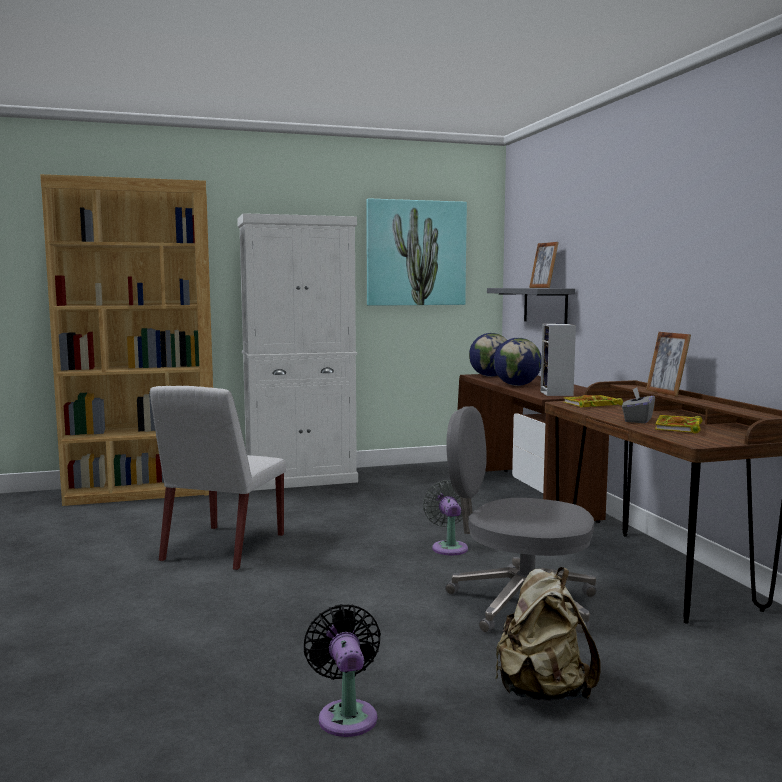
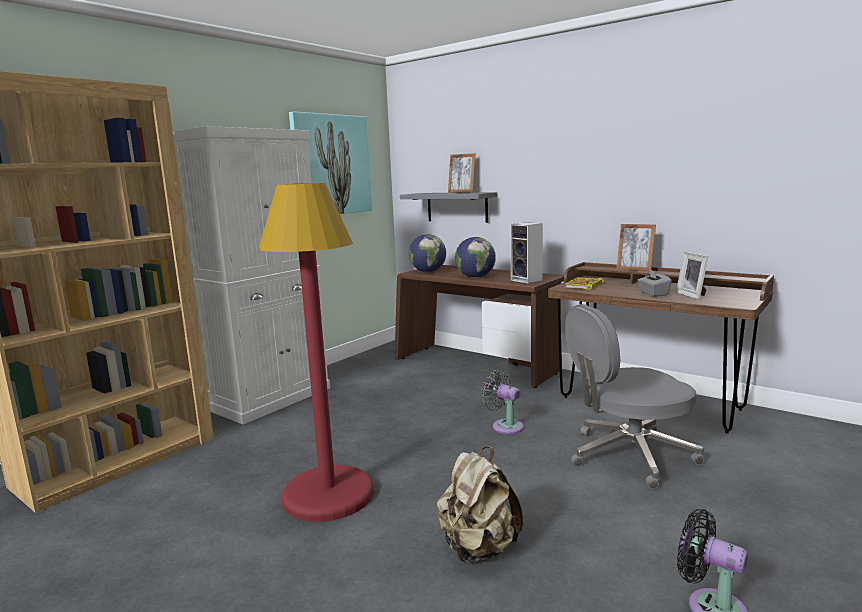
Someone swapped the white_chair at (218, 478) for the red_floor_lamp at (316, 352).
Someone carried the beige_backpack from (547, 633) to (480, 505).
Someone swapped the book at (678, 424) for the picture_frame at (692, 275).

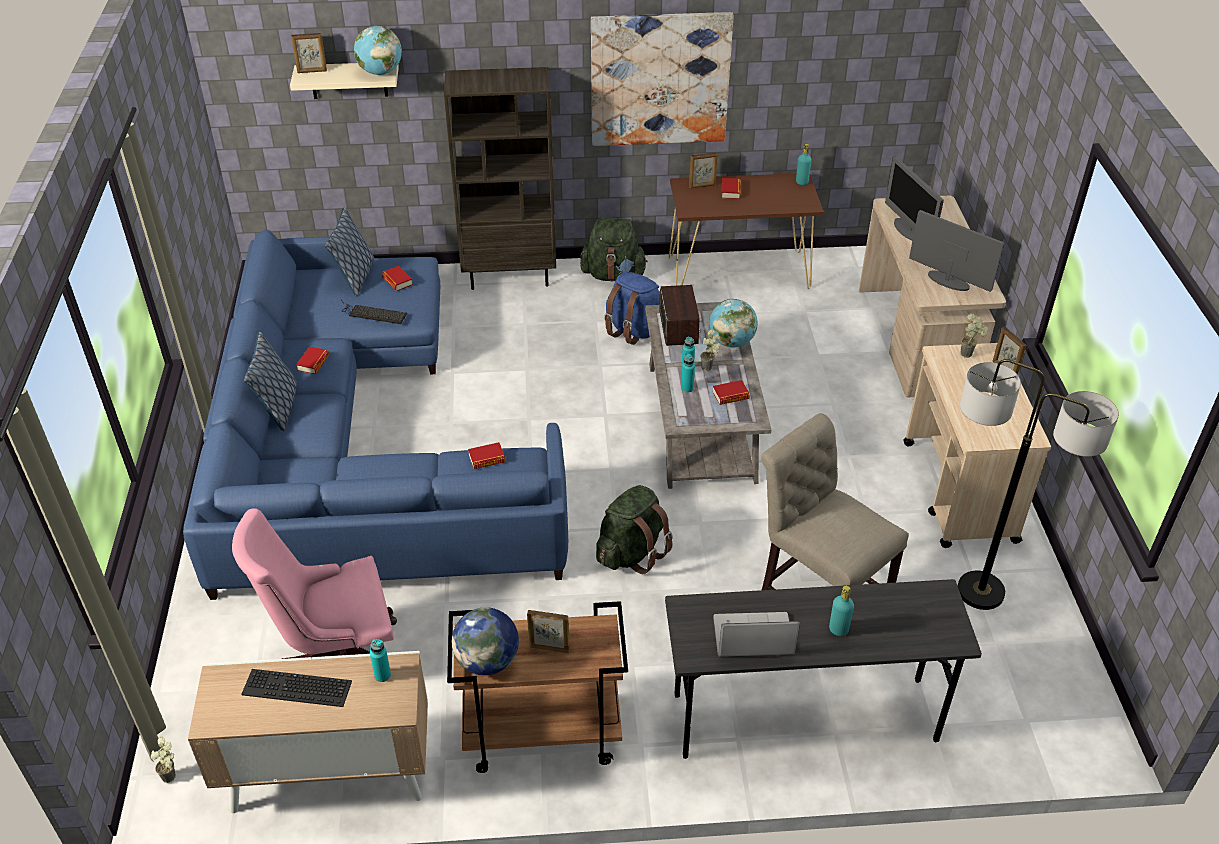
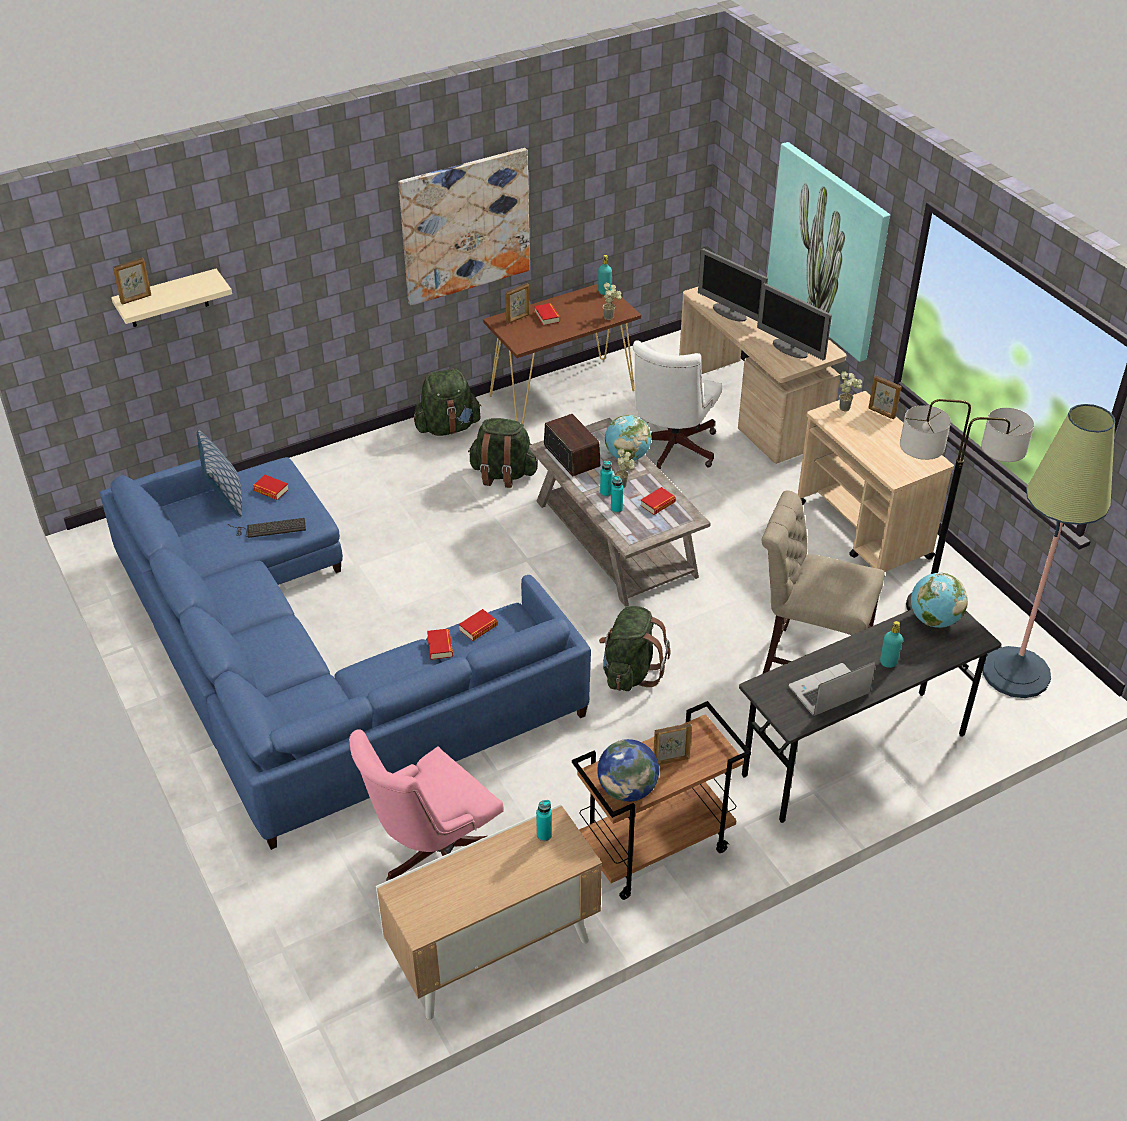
Someone carried the book from (312, 360) to (440, 644).
Someone repainted the blue_backpack at (632, 308), which became the green_backpack at (503, 453).
Someone carried the potted_plant from (163, 760) to (612, 301).
Someone put down the white_office_chair at (677, 404).
Someone rotated the monitor at (956, 251) by 150 degrees counterclockwise.
Someone put up the picture at (828, 252).
Someone carried the globe from (378, 50) to (939, 600).
Someone put down the floor_lamp at (1048, 551).
Someone took away the keyboard at (296, 688).
Someone took away the pillow at (270, 381).
Someone took away the brown_bookcase at (500, 178).

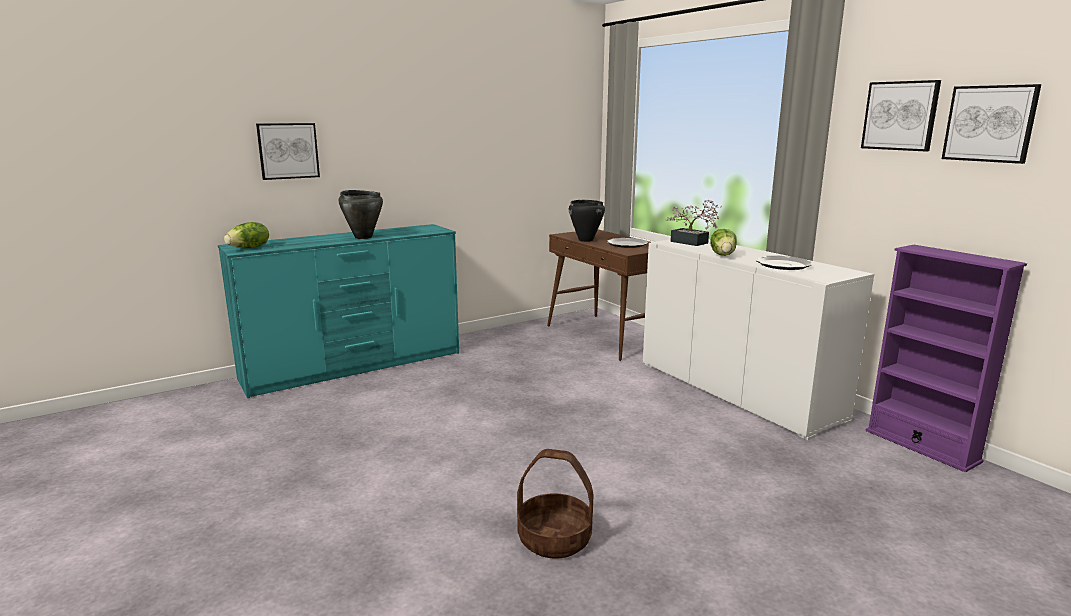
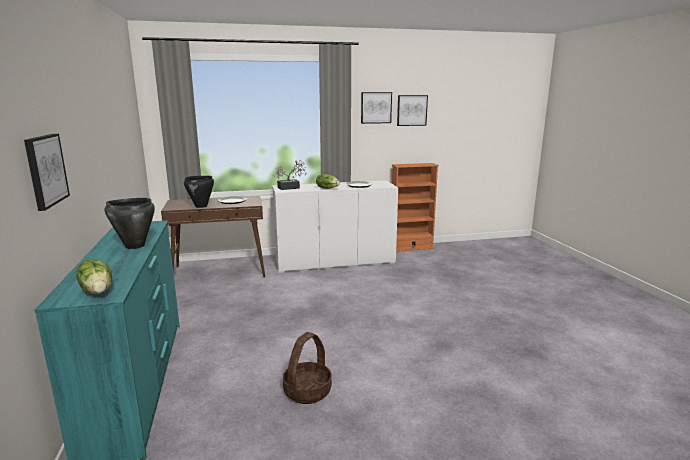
Someone carried the basket from (555, 504) to (307, 368).
Someone repainted the purple_bookcase at (946, 358), which became the orange_bookcase at (415, 207).

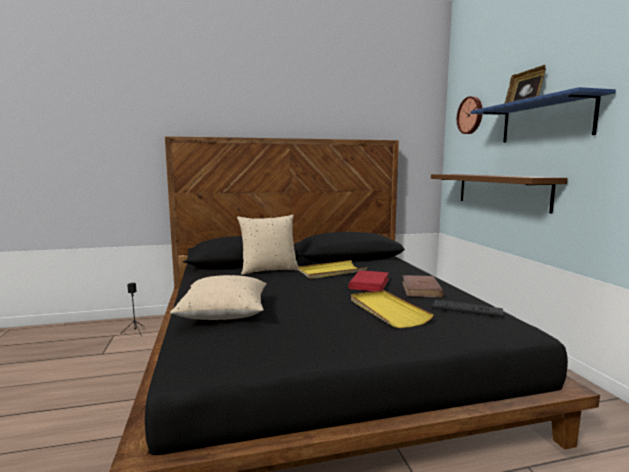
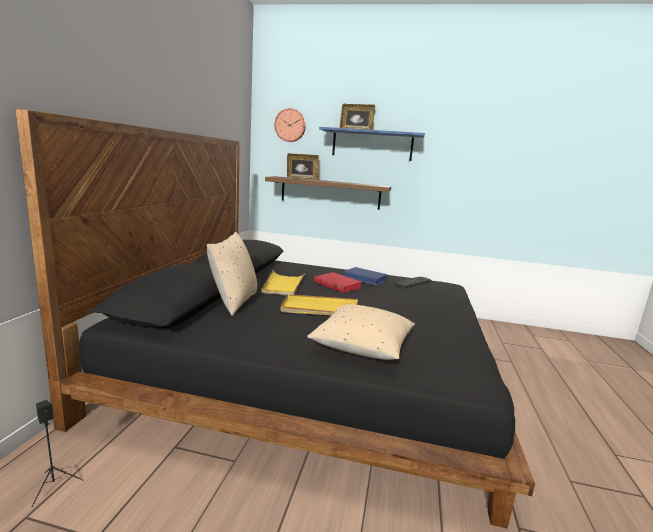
Someone carried the yellow_tray from (392, 309) to (319, 304).
Someone put down the picture_frame at (303, 166).
Someone repainted the brown_book at (423, 286), which became the blue_book at (365, 276).

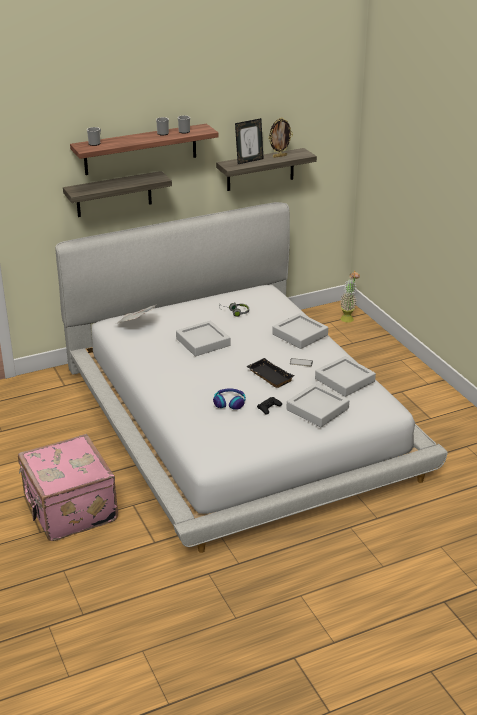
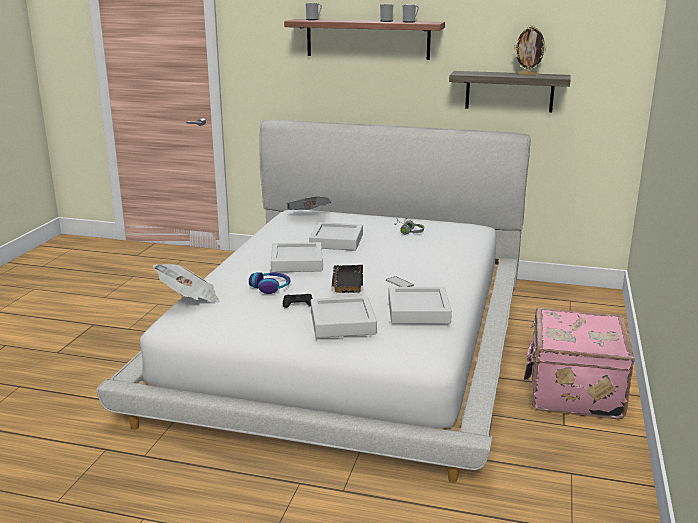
Someone put down the newspaper at (186, 283).
Someone carried the grey_tray from (300, 331) to (297, 257).
Someone carried the pink_suitcase from (68, 487) to (579, 363).
Someone took away the shelf at (117, 194).
Someone took away the picture_frame at (249, 141).
Someone took away the potted_plant at (350, 296).

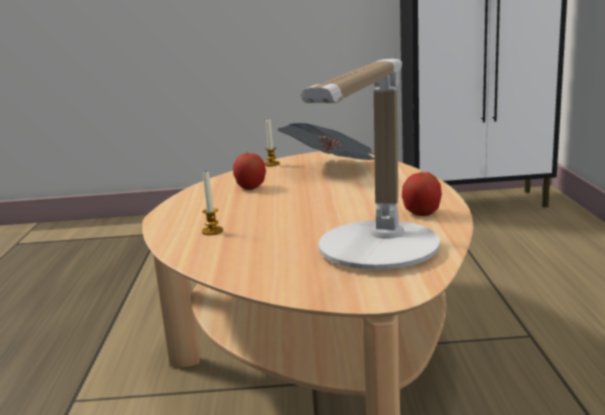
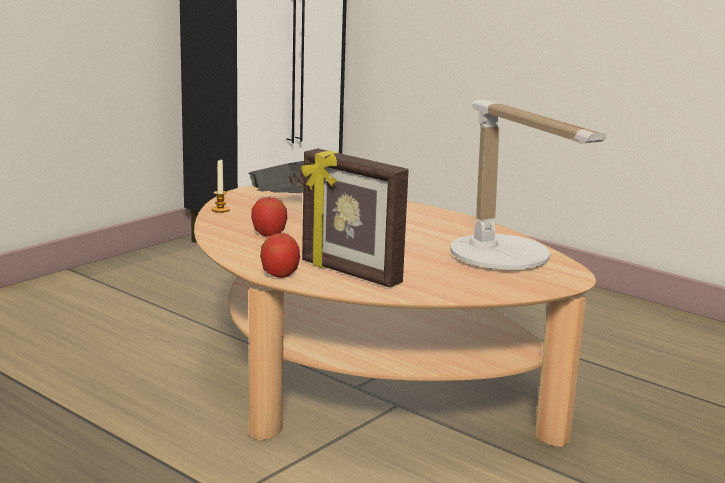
Someone carried the apple from (422, 194) to (280, 255).
Someone swapped the candle at (212, 202) for the picture_frame at (355, 218).

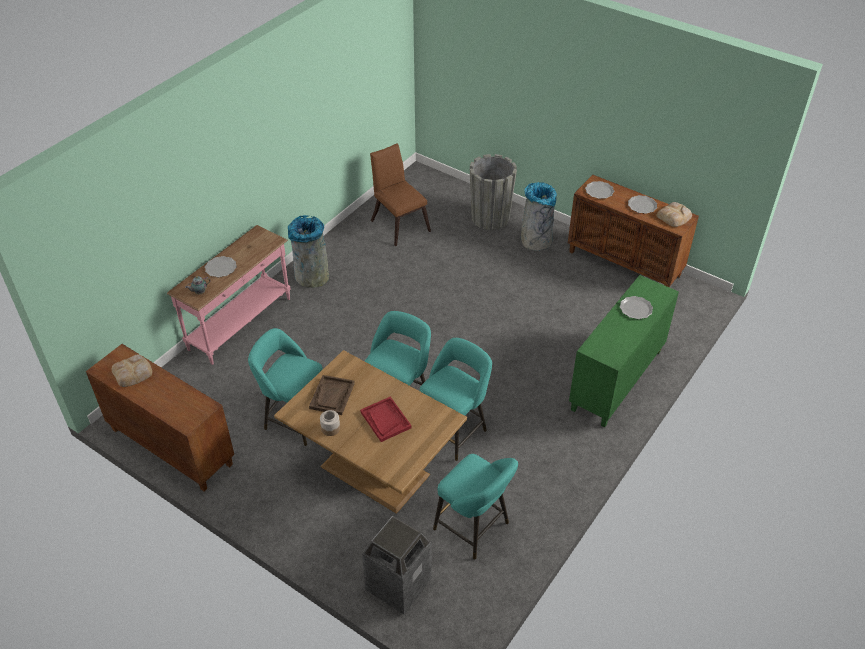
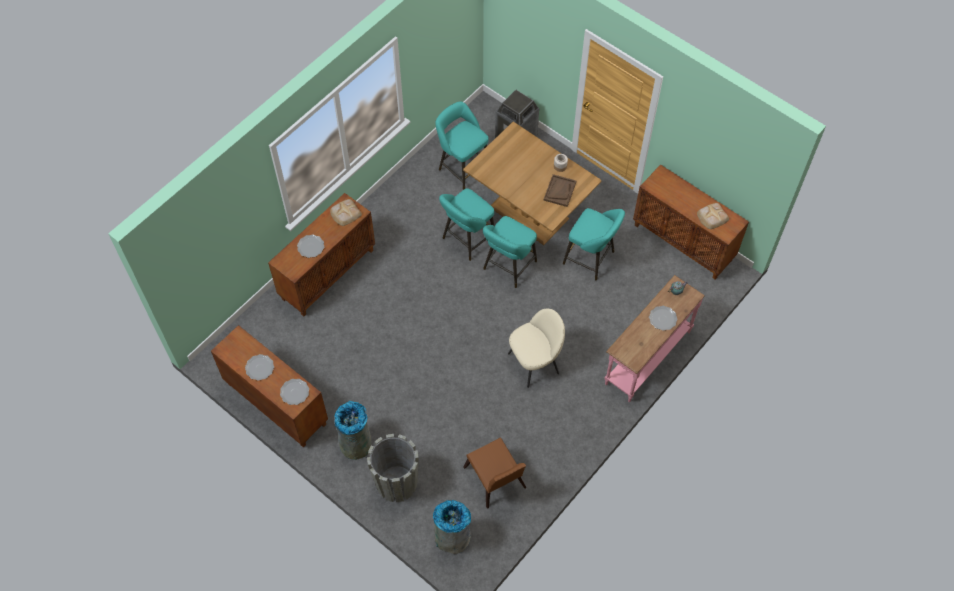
Someone repainted the green_cabinet at (624, 351), which became the brown_cabinet at (321, 254).
Someone carried the bread from (674, 214) to (346, 212).
Someone carried the grey_trash_can from (308, 251) to (452, 527).
Someone put down the beige_chair at (536, 348).
Someone took away the red_tray at (386, 419).

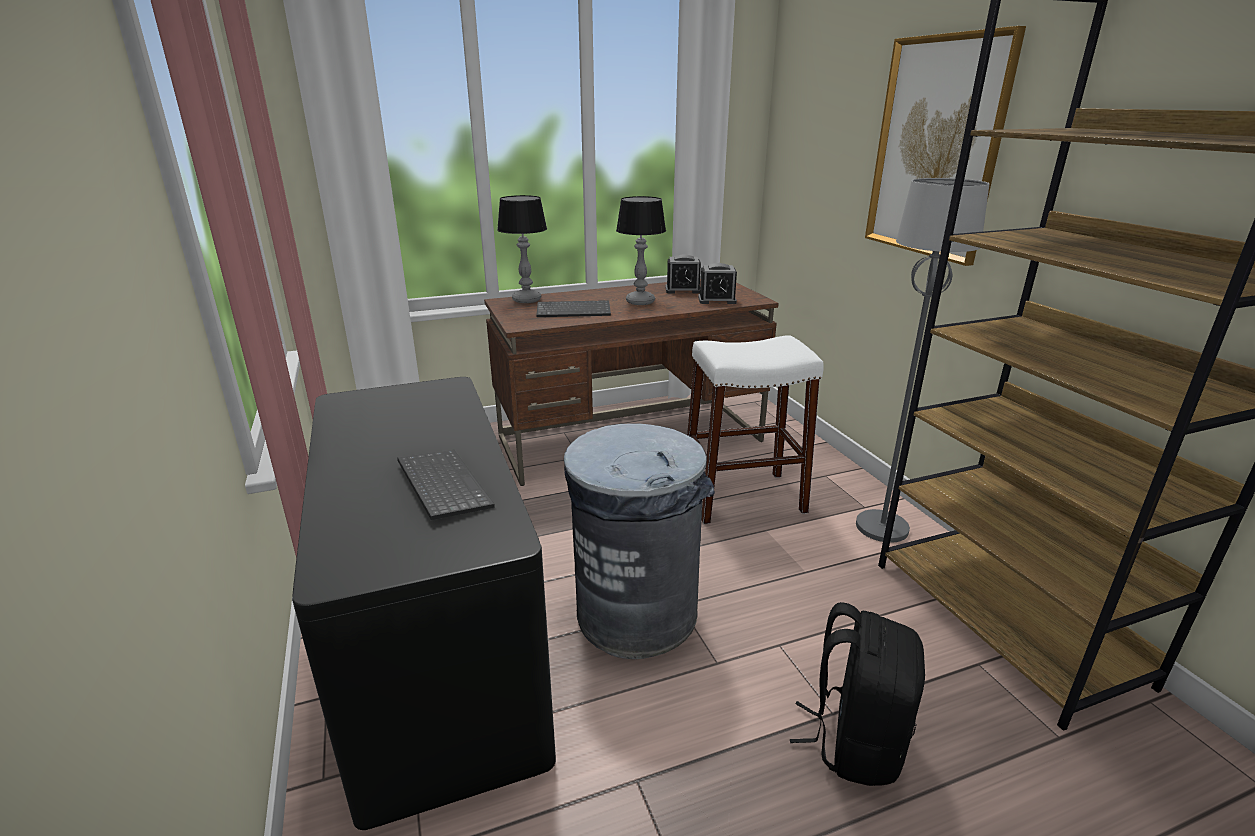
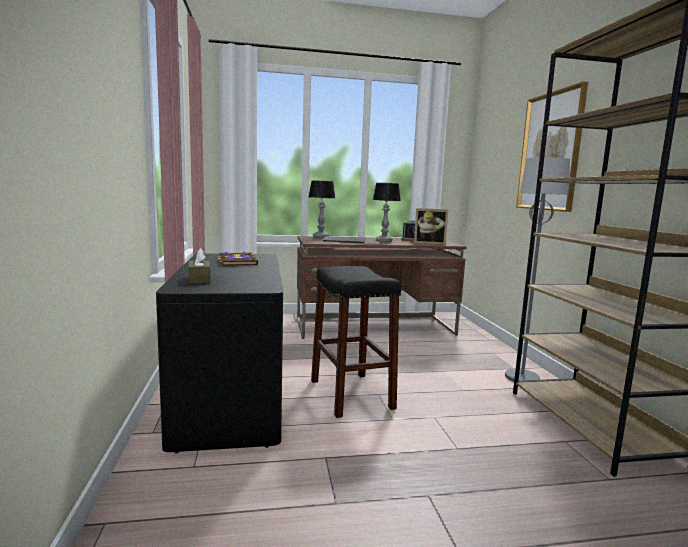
Someone put down the brown_tissue_box at (199, 266).
Someone put down the book at (237, 259).
Someone swapped the grey_trash_can at (639, 541) for the black_stool at (356, 342).
Someone swapped the alarm_clock at (717, 283) for the picture_frame at (431, 226).
Someone took away the keyboard at (445, 484).
Someone took away the white_stool at (755, 429).
Someone took away the black_backpack at (857, 694).

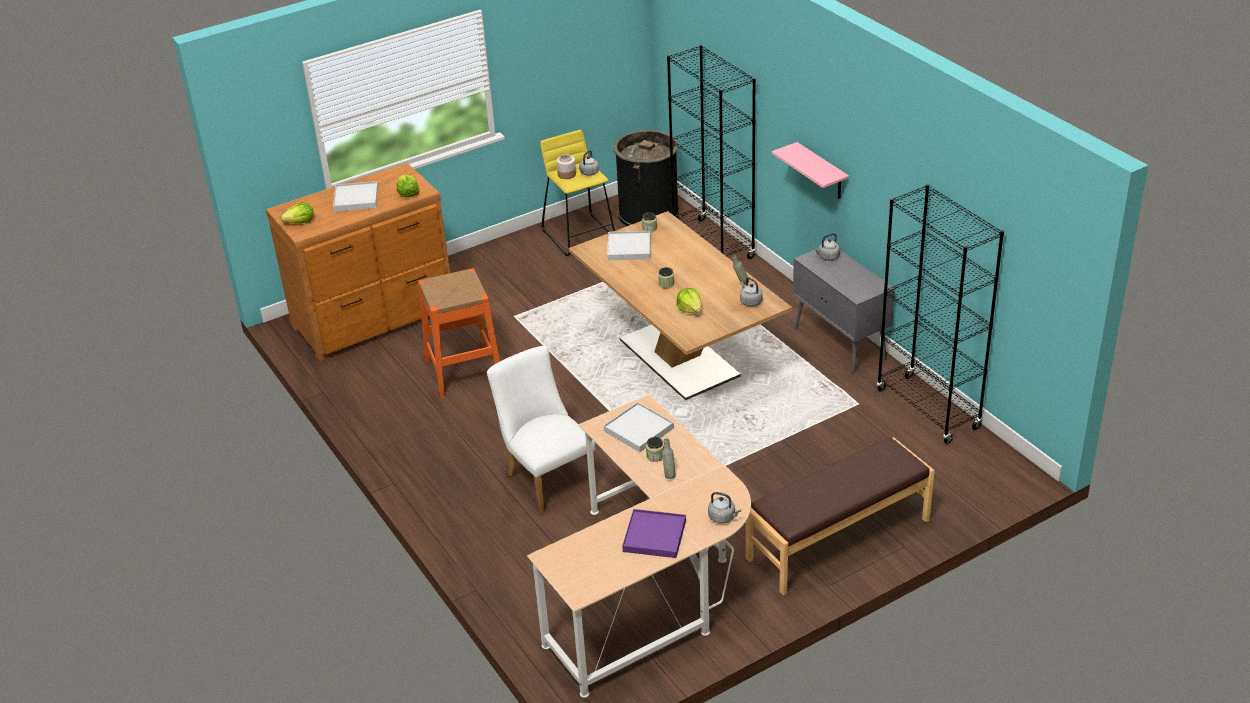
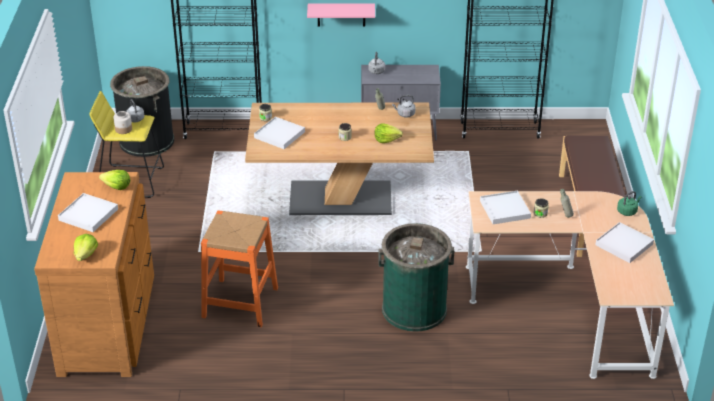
Someone swapped the white_chair at (542, 429) for the green_trash_can at (416, 277).
Someone repainted the purple_tray at (654, 533), which became the white_tray at (624, 242).
Someone repainted the grey_kettle at (724, 508), which became the green_kettle at (629, 203).

